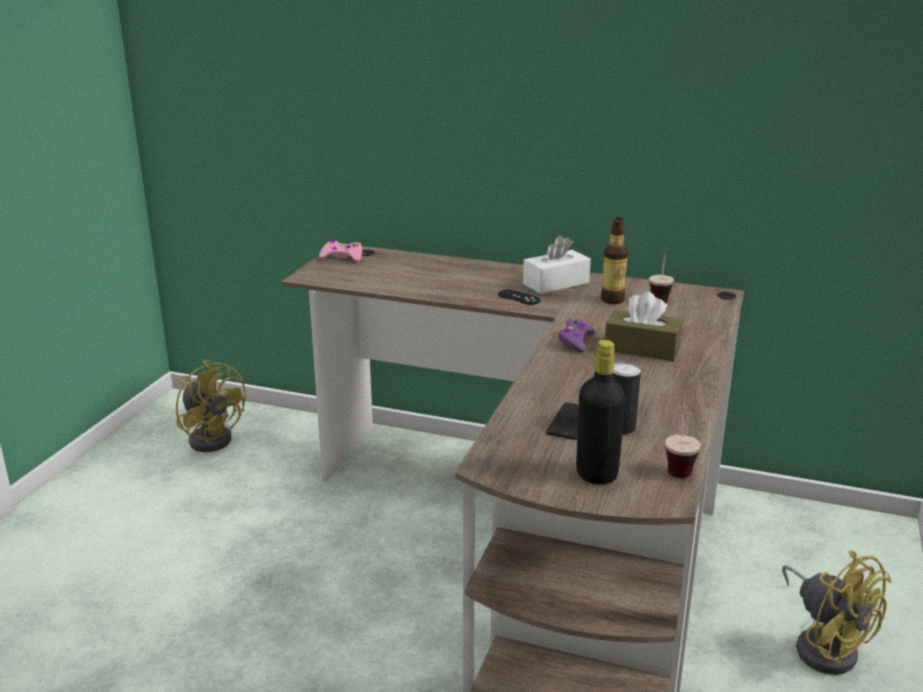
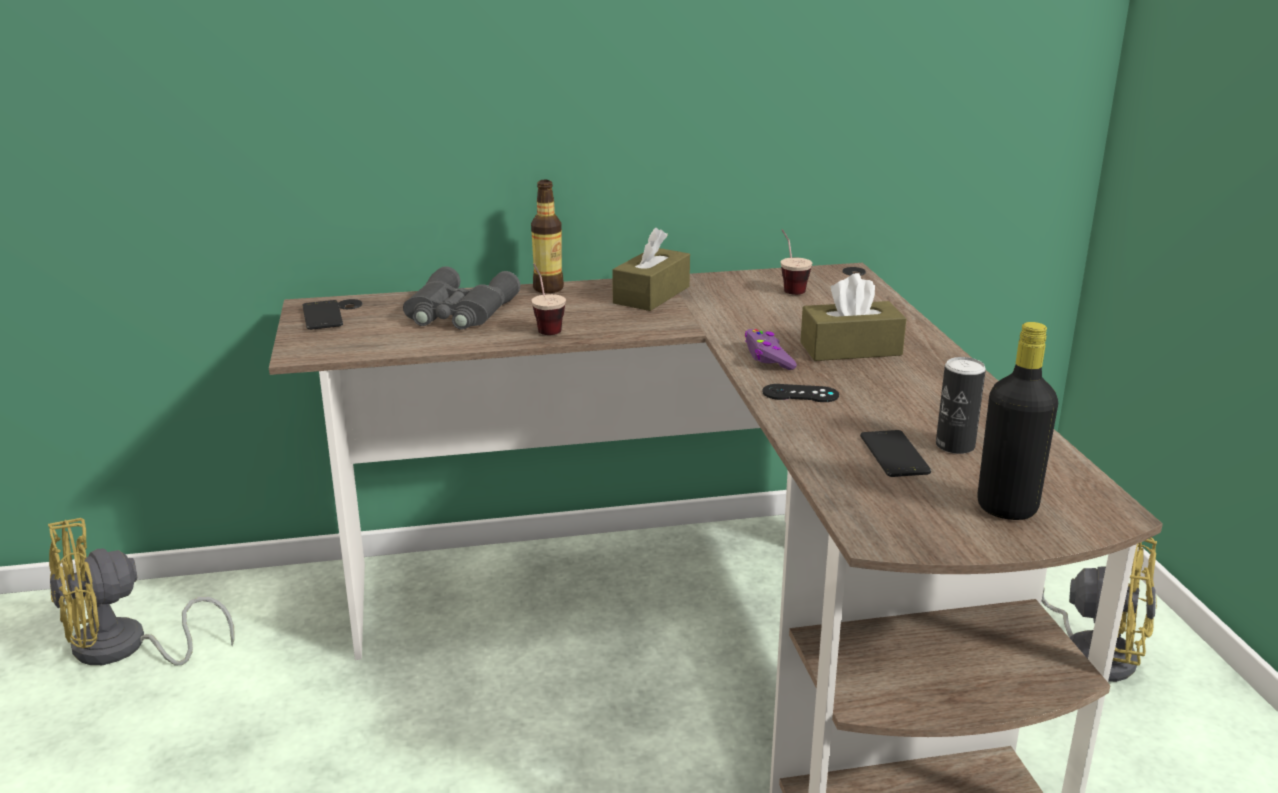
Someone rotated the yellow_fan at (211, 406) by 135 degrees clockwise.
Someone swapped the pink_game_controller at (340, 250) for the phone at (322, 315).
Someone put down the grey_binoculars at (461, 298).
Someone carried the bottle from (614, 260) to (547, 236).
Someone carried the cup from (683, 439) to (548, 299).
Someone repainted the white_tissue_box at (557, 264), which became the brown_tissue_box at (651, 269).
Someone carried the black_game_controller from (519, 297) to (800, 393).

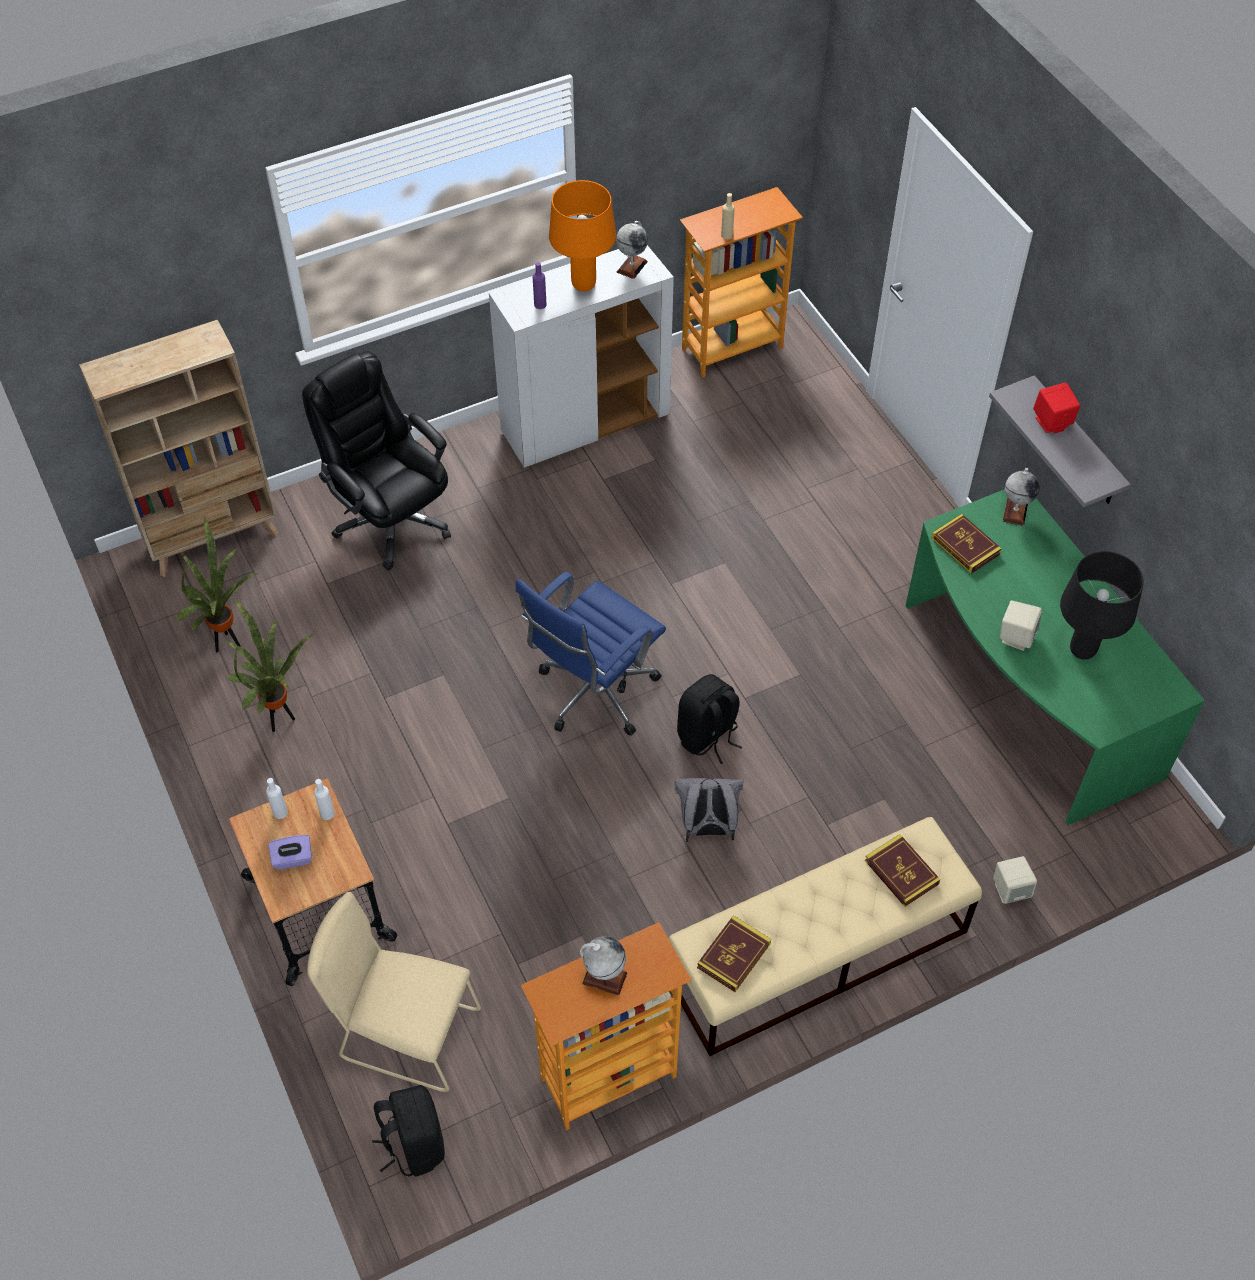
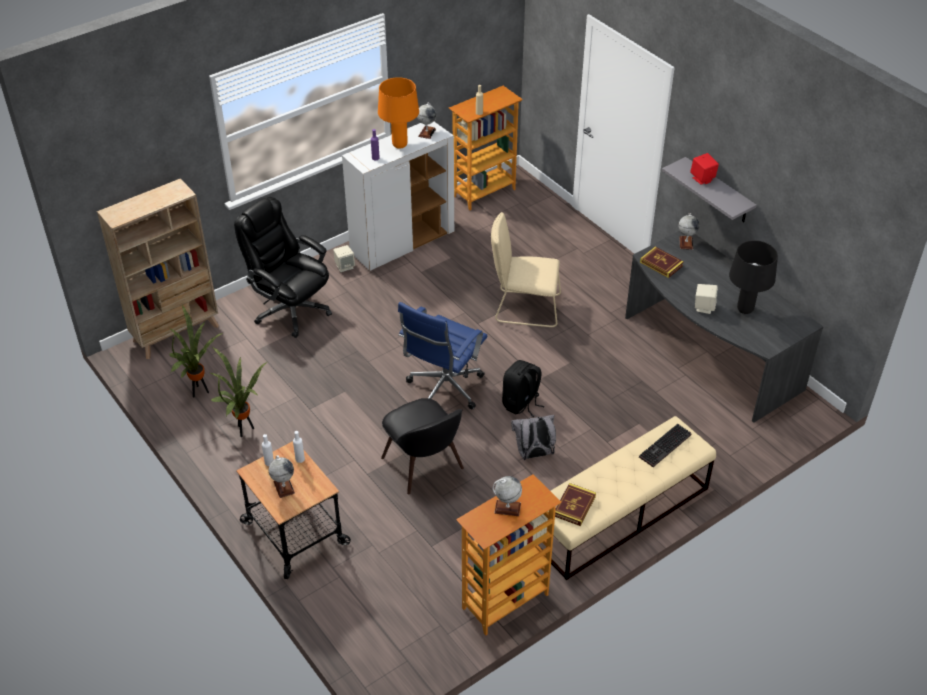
Someone swapped the purple_tissue_box at (290, 852) for the globe at (282, 476).
Someone carried the beige_speaker from (1015, 880) to (344, 258).
Someone put down the black_chair at (422, 446).
Someone carried the beige_chair from (394, 992) to (526, 269).
Someone repainted the green_desk at (1055, 657), which became the grey_desk at (724, 327).
Someone swapped the book at (902, 870) for the keyboard at (665, 445).
Someone took away the black_backpack at (408, 1131).

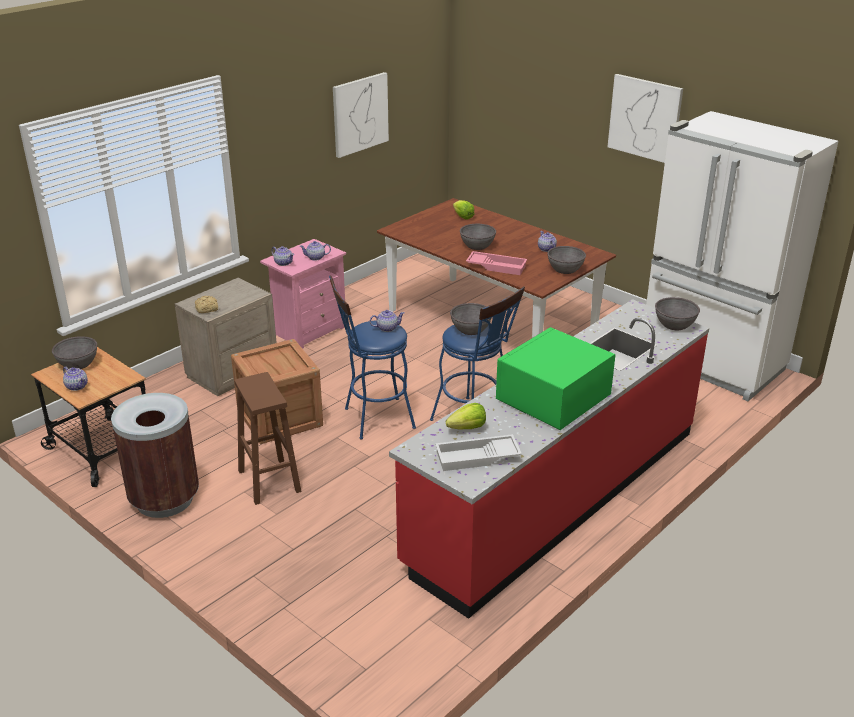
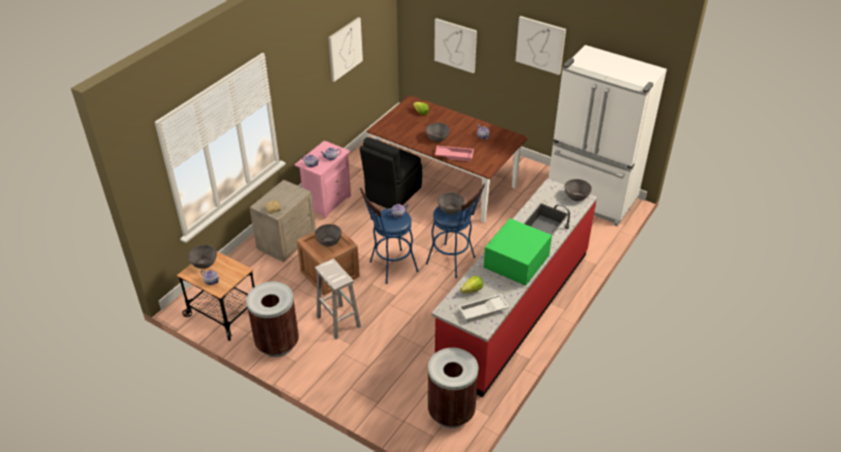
Someone carried the grey_bowl from (566, 260) to (328, 235).
Someone repainted the brown_stool at (268, 438), which became the white_stool at (338, 299).
Someone put down the black_chair at (391, 173).
Someone put down the brown_trash_can at (453, 388).
Someone put up the picture at (455, 46).

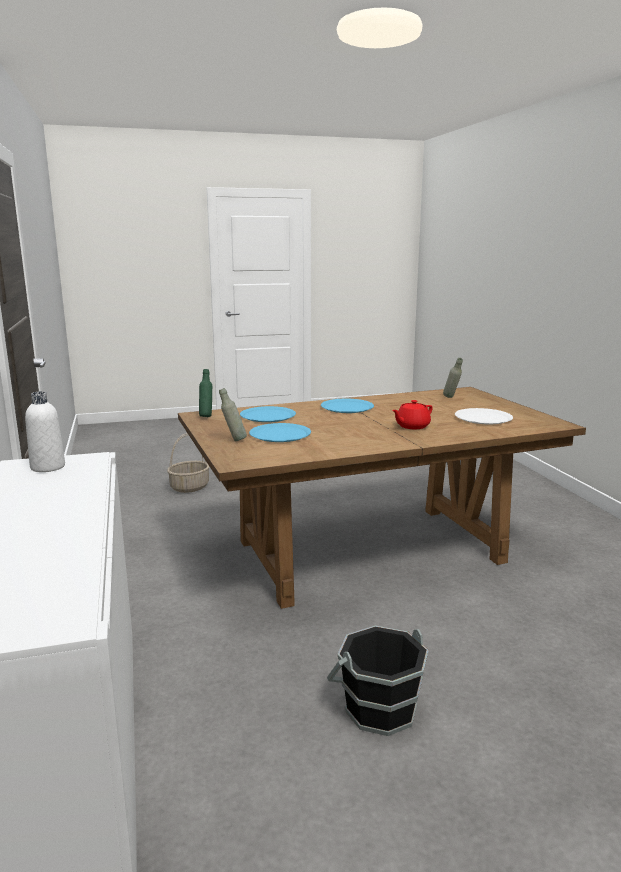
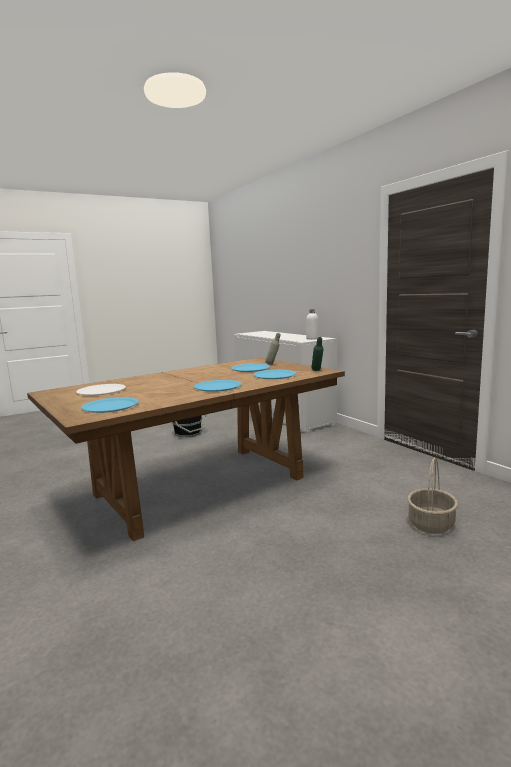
Someone swapped the grey_bottle at (453, 378) for the blue_plate at (110, 405).
Someone took away the red_teapot at (412, 414).

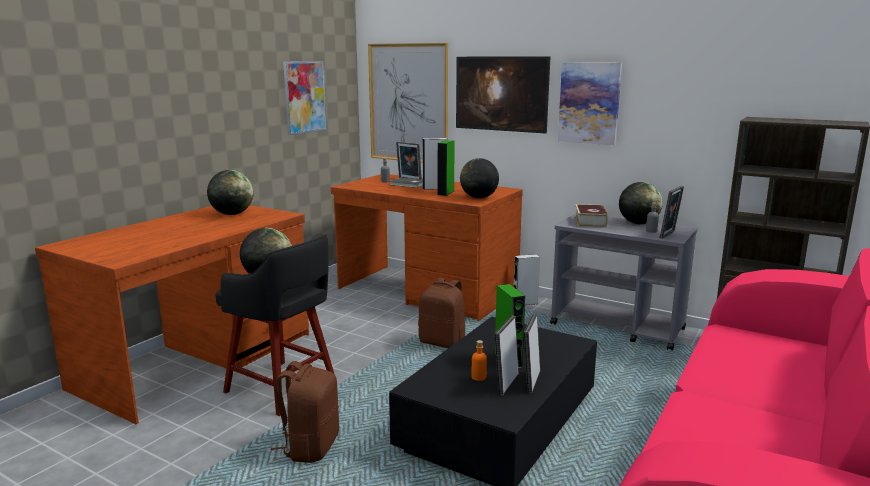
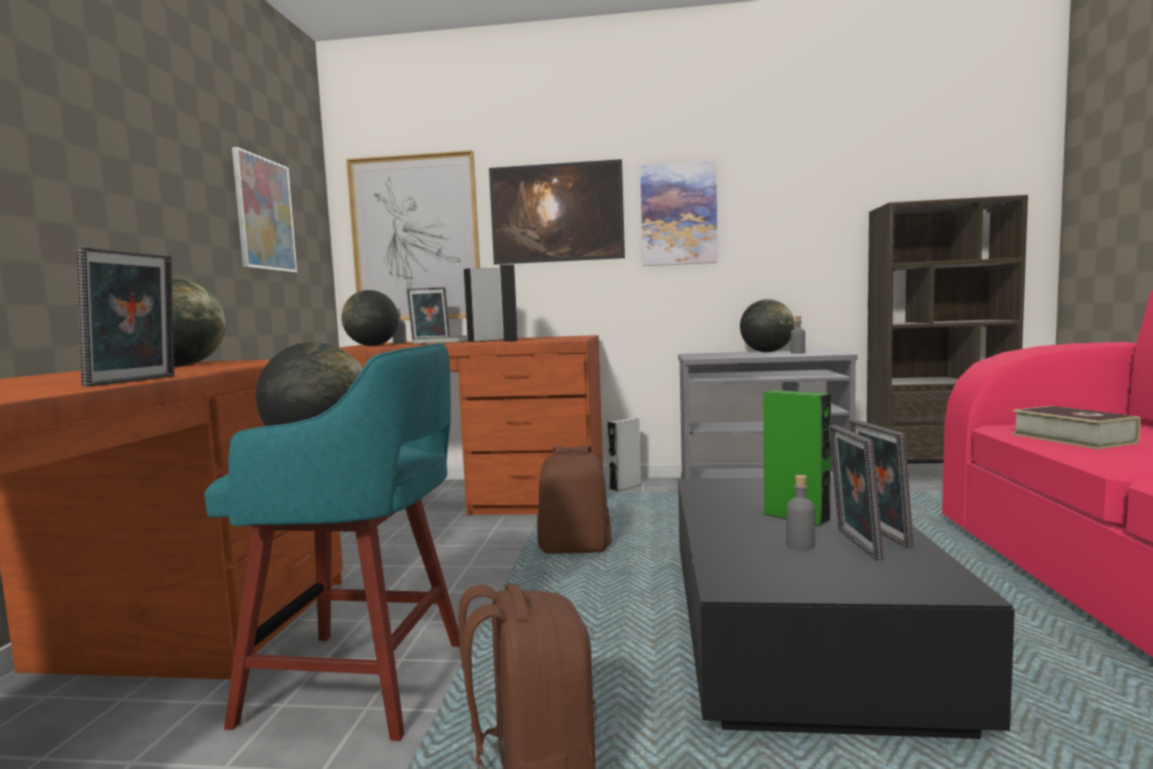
Someone carried the picture_frame from (672, 212) to (125, 316).
Someone repainted the black_stool at (274, 325), which became the turquoise_stool at (331, 542).
Someone carried the globe from (479, 178) to (370, 318).
Someone repainted the orange_bottle at (479, 360), which became the grey_bottle at (800, 512).
Someone carried the book from (591, 216) to (1076, 427).

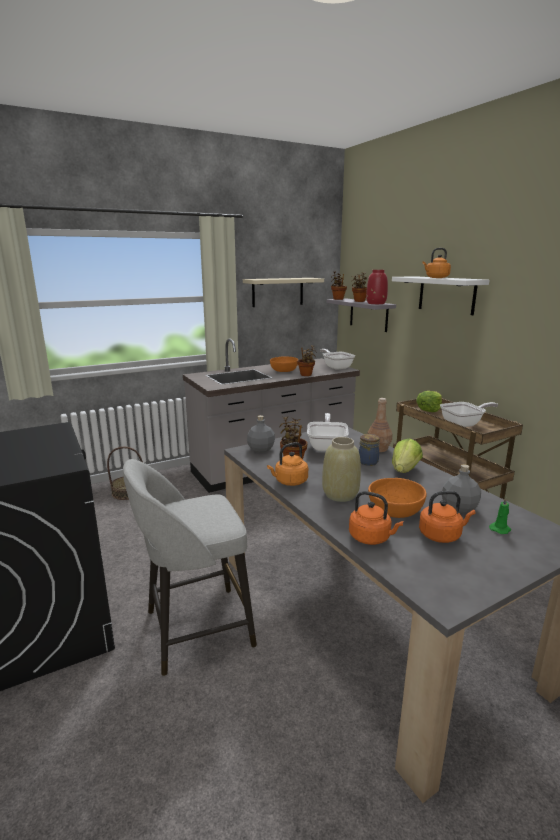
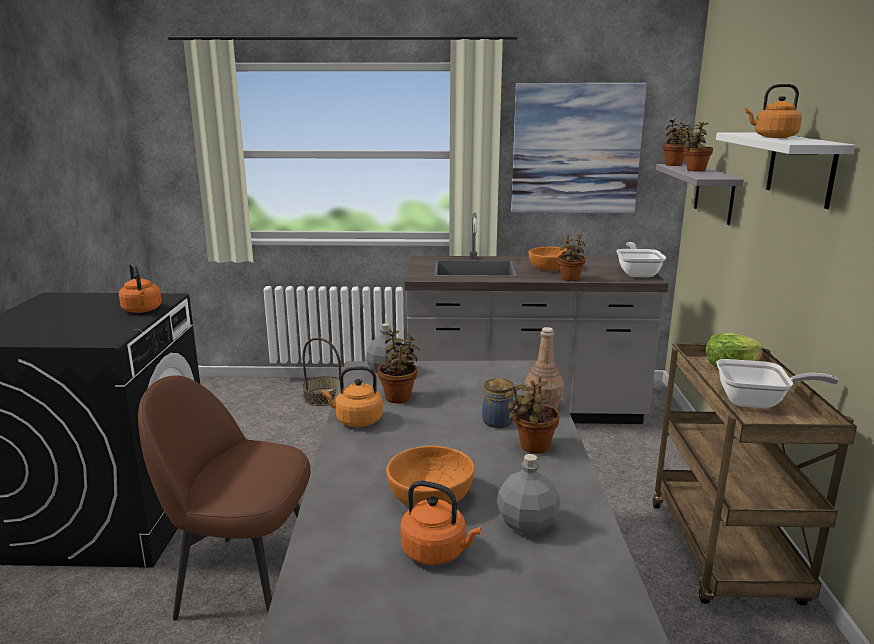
Someone carried the orange_kettle from (376, 518) to (140, 288).
Someone swapped the grey_stool at (190, 567) for the brown_chair at (224, 498).
Someone swapped the lettuce at (407, 455) for the potted_plant at (532, 415).
Someone swapped the beige_shelf at (283, 292) for the picture at (579, 148).
Someone took away the frying_pan at (328, 432).
Someone took away the beige_vase at (341, 469).
Someone took away the red_vase at (377, 287).
Someone took away the green_candle at (500, 515).

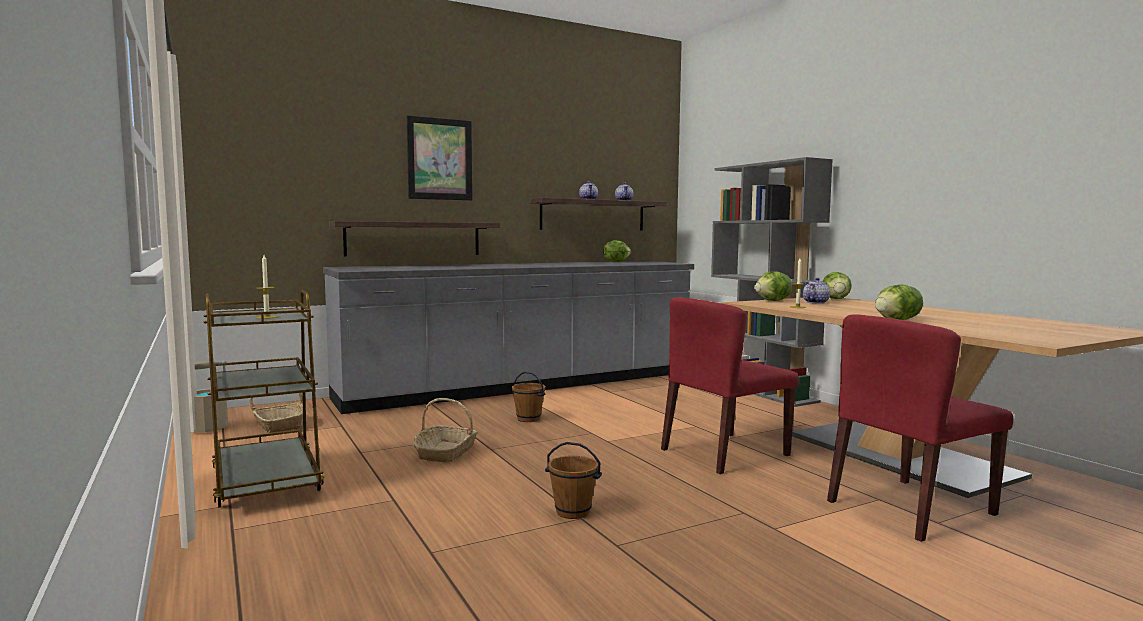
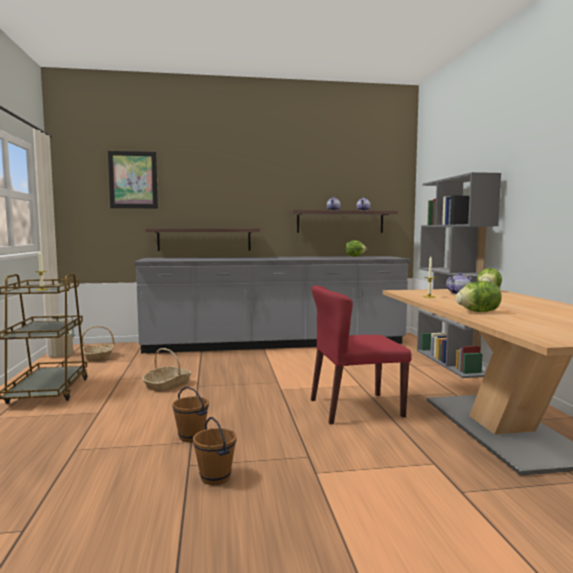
Someone carried the picture from (439, 158) to (133, 180).
Someone carried the brown_bucket from (529, 397) to (214, 451).
Someone took away the lettuce at (773, 286).
Someone took away the red_chair at (920, 428).

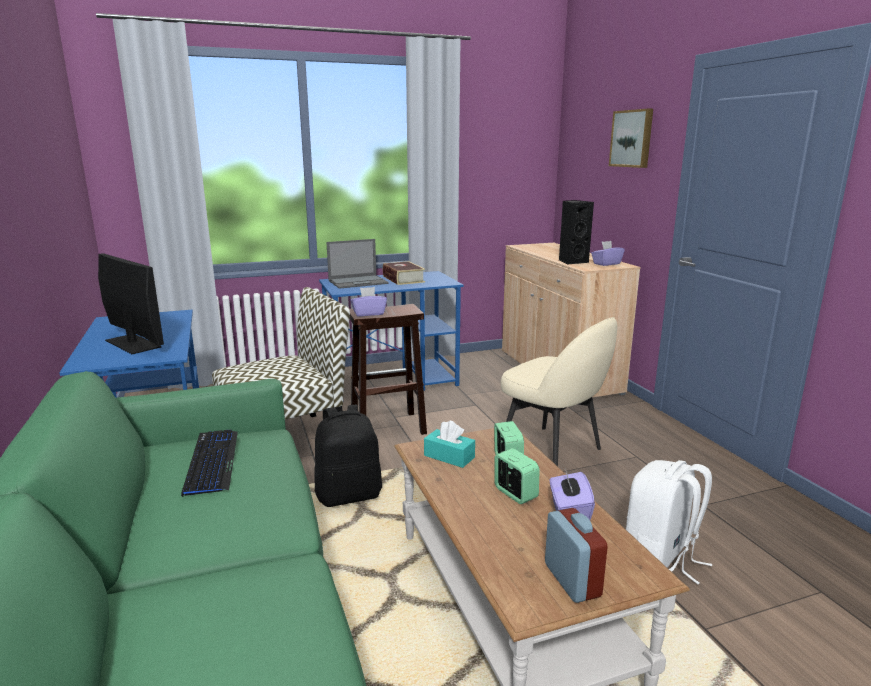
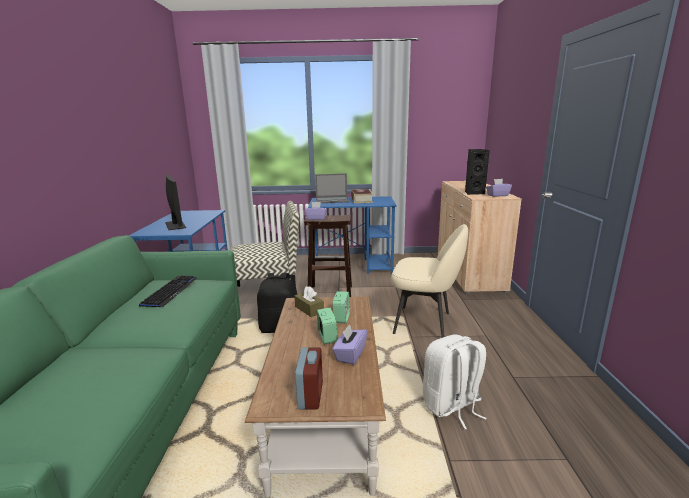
Someone repainted the turquoise_tissue_box at (449, 444), which became the brown_tissue_box at (309, 301).
Someone rotated the beige_chair at (559, 391) by 45 degrees counterclockwise.
Someone took away the picture at (631, 138).

